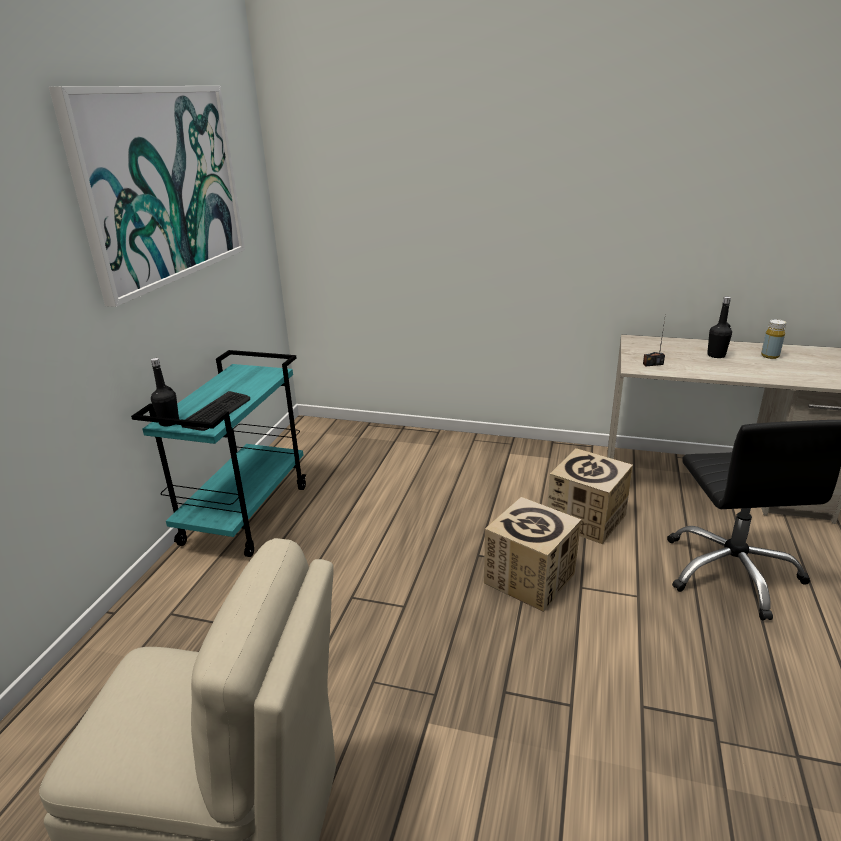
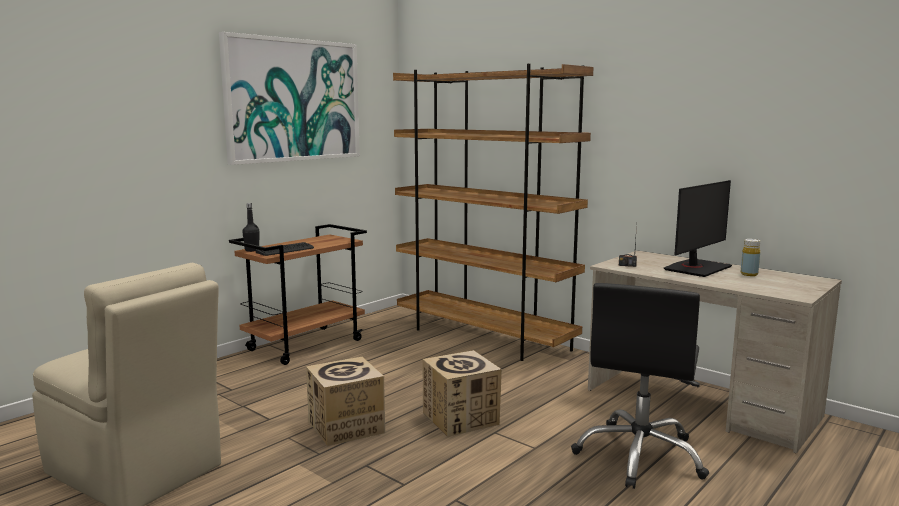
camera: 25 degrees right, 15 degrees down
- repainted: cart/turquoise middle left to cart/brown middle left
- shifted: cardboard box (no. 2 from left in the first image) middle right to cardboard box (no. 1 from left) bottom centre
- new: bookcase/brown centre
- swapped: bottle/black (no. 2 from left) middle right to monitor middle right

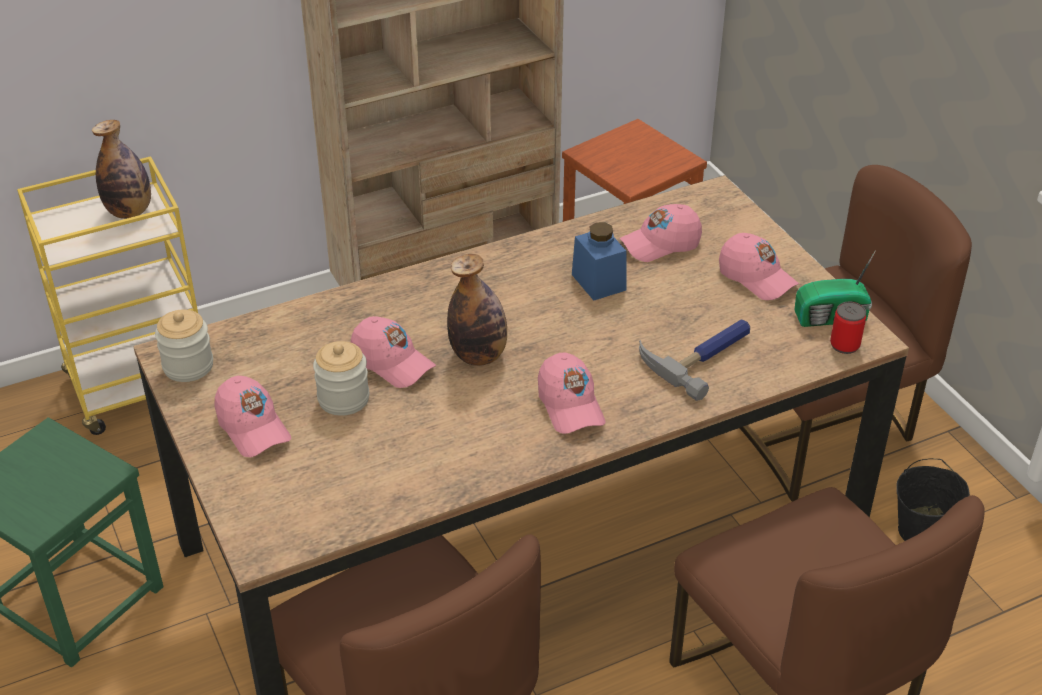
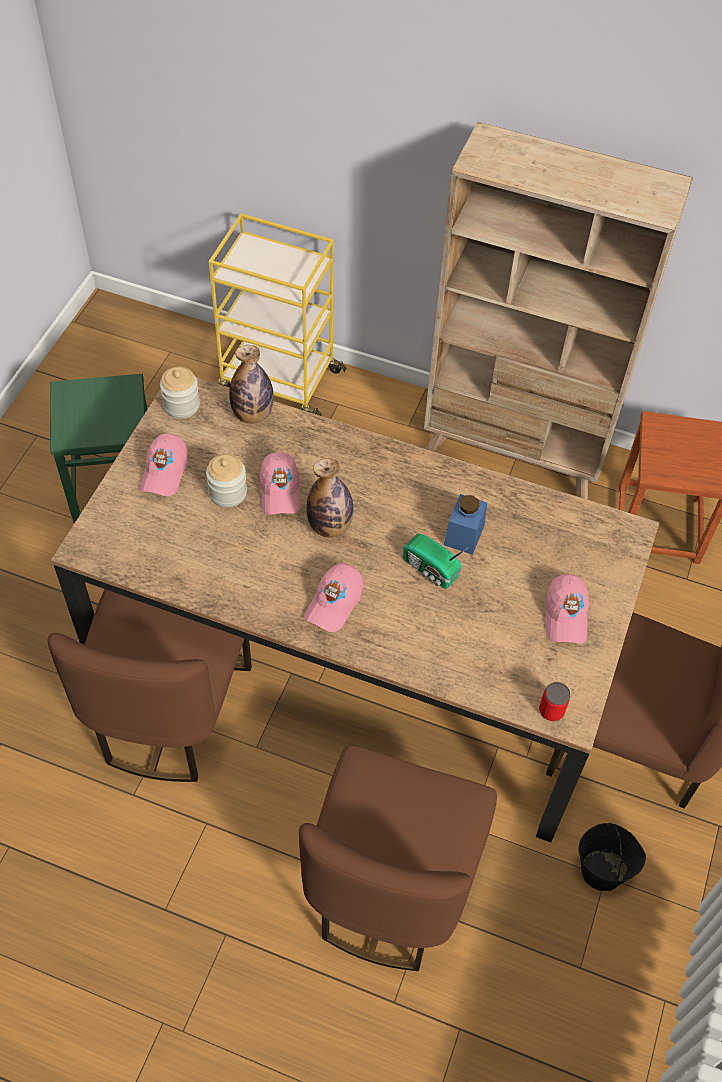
camera: 45 degrees right, 15 degrees up
- shifted: bottle (no. 1 from left) top left to centre
- shifted: radio middle right to centre
- gone: cap/pink (no. 4 from left) centre
- gone: hammer centre

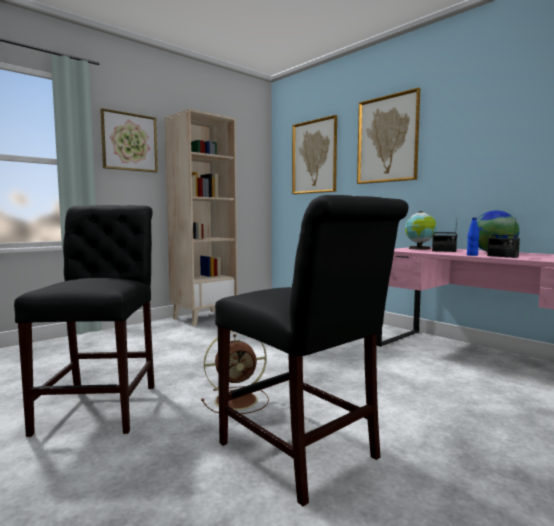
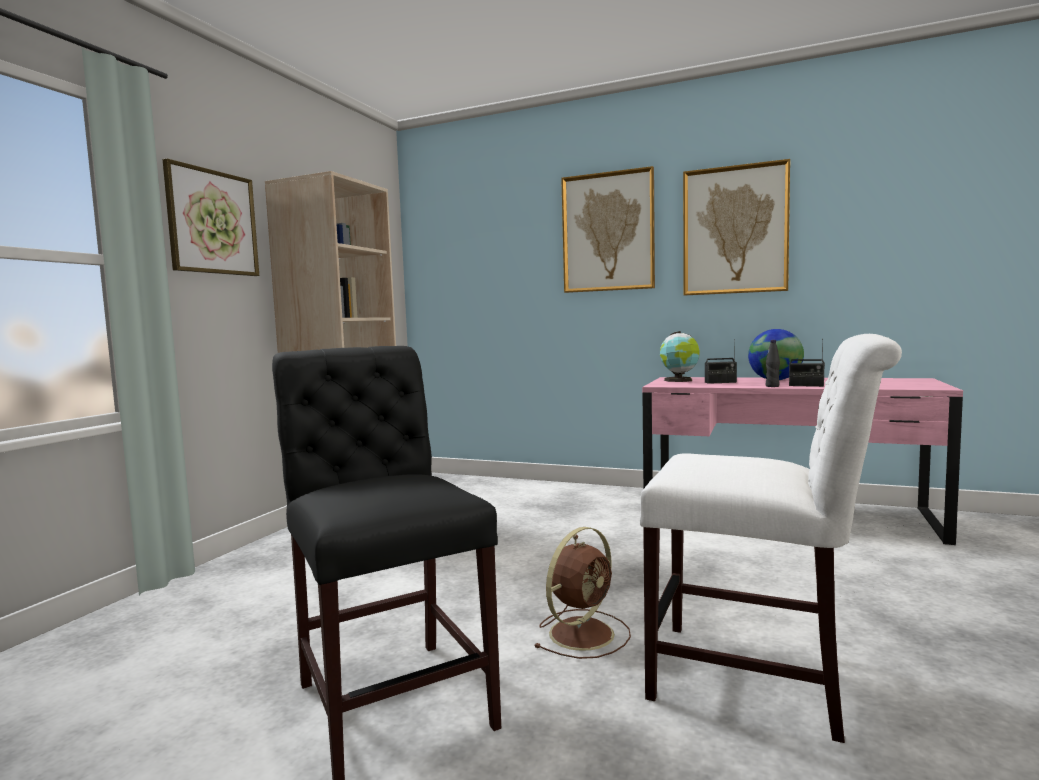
camera: 25 degrees left, 0 degrees up
- repainted: chair/black (no. 2 from left) centre to chair/white bottom right
- shifted: picture (no. 2 from left in the first image) top centre to picture (no. 3 from left) top right
- repainted: bottle/blue middle right to bottle/black middle right

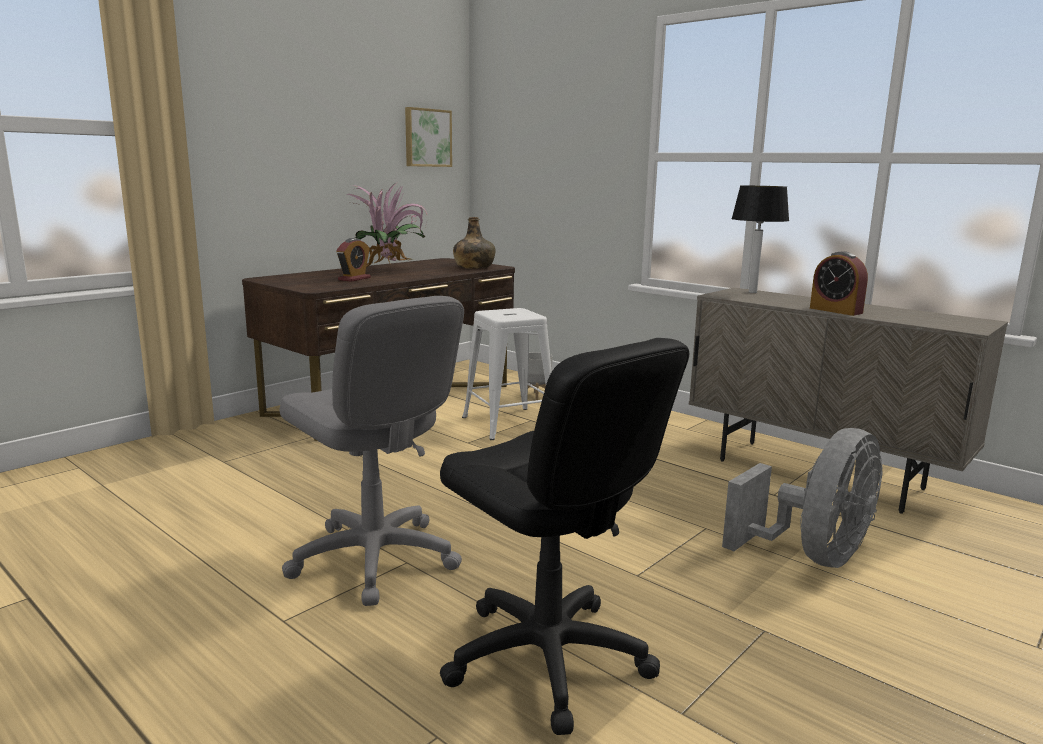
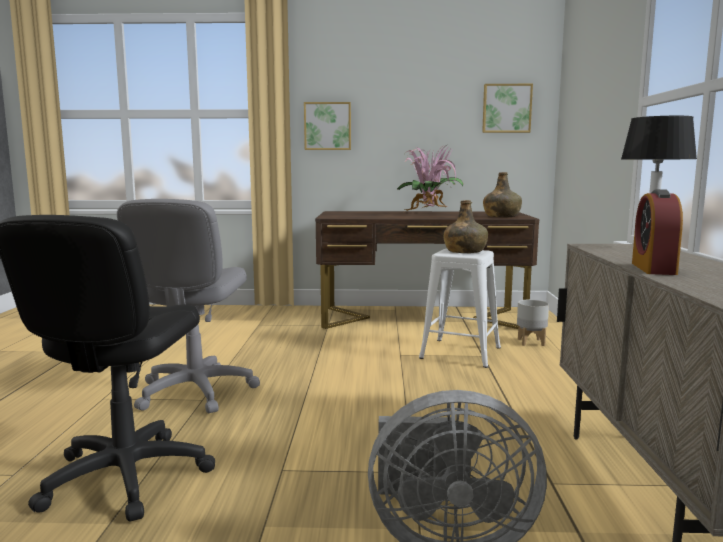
camera: 50 degrees right, 5 degrees down
- new: picture (no. 1 from left) top centre
- new: bottle/green (no. 1 from left) centre
- gone: alarm clock (no. 1 from left) centre

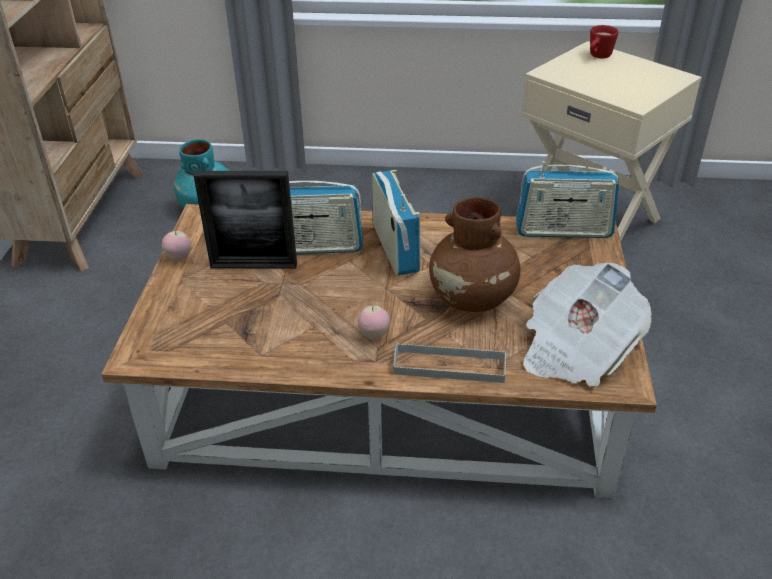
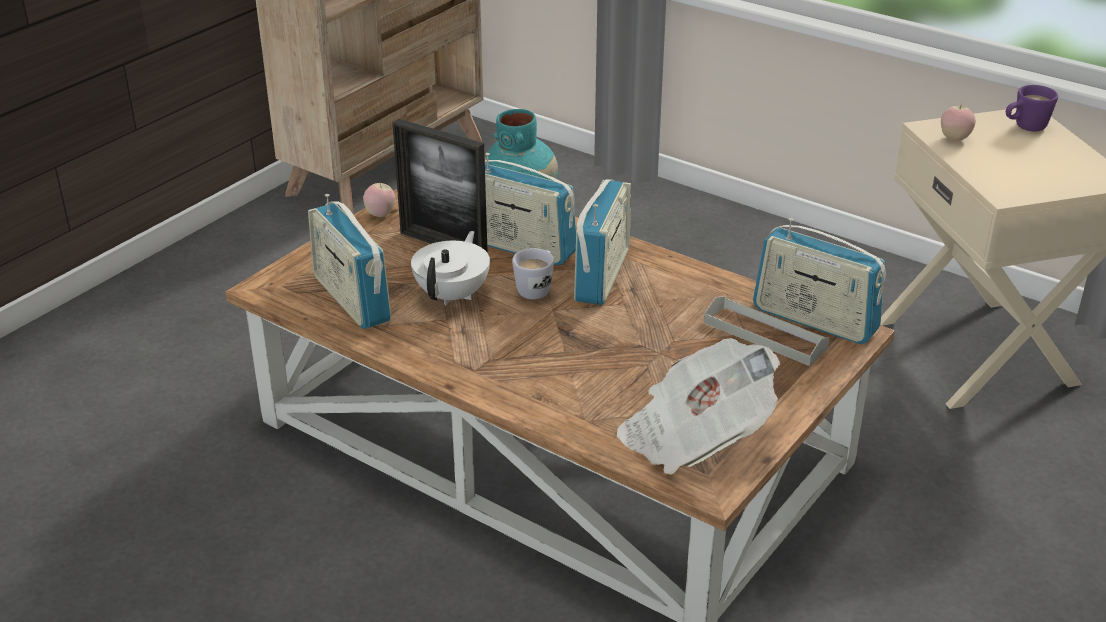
camera: 30 degrees right, 5 degrees down
- new: radio (no. 1 from left) middle left
- new: teapot/white centre
- new: mug/white centre
- shifted: tray/grey centre to middle right
- shifted: apple (no. 2 from left) centre to top right
- repainted: mug/red top right to mug/purple top right
- gone: vase/brown centre

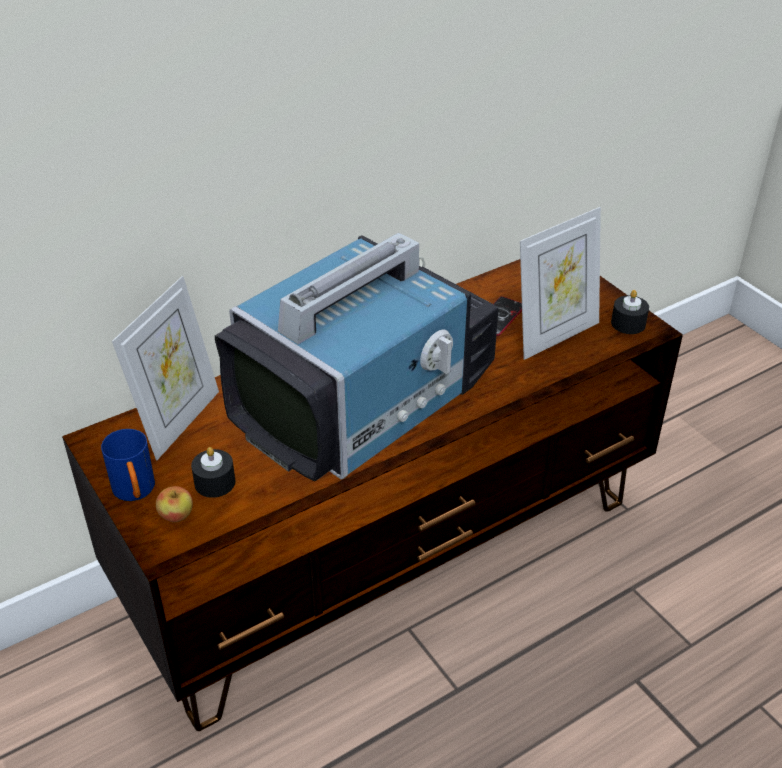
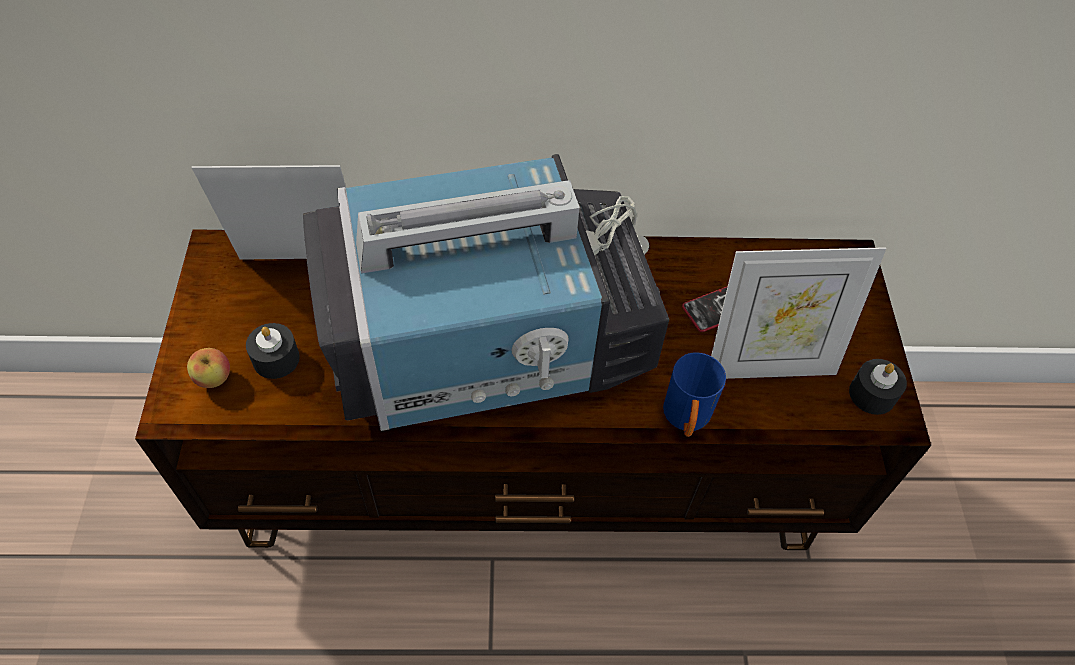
camera: 30 degrees right, 15 degrees up
- rotated: picture frame (no. 1 from left) middle left = top left 150 degrees counterclockwise
- shifted: mug/blue middle left to centre

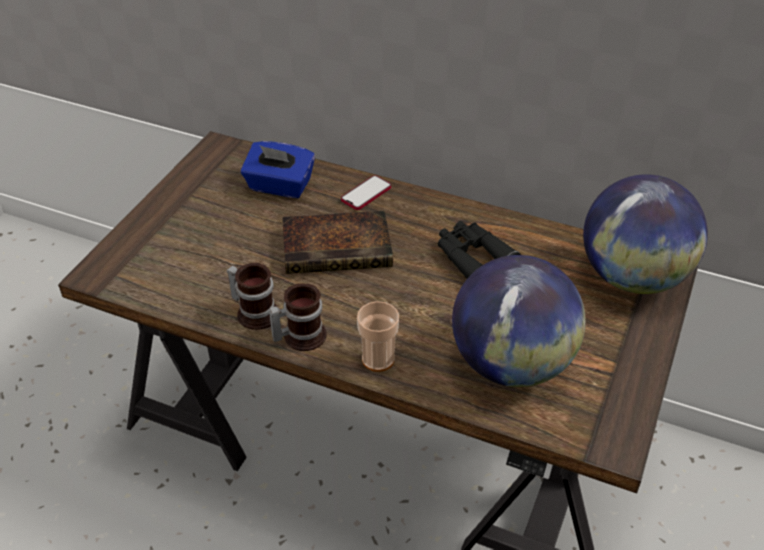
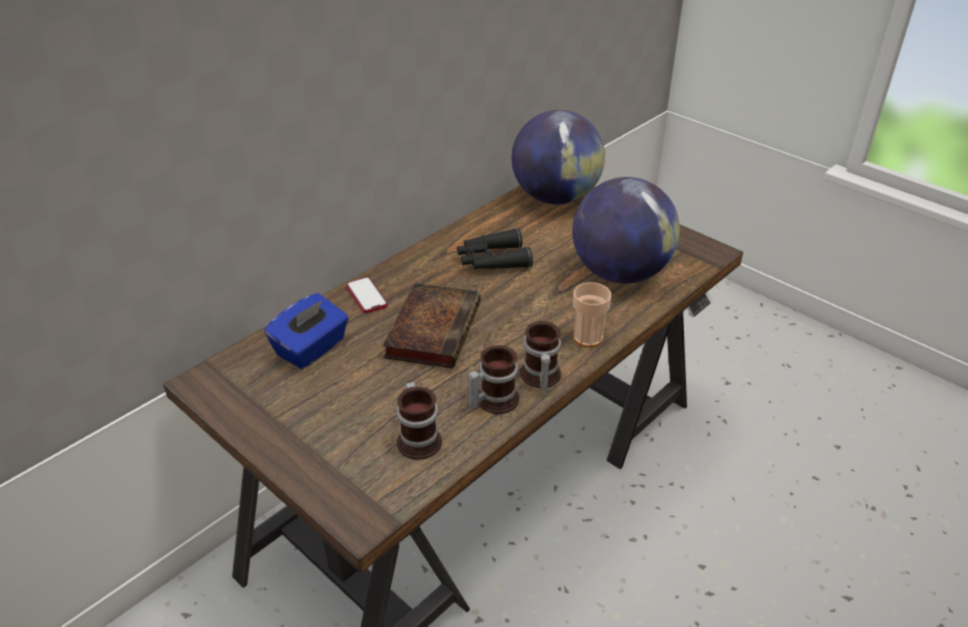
camera: 70 degrees left, 5 degrees down
- new: mug (no. 1 from left) bottom centre

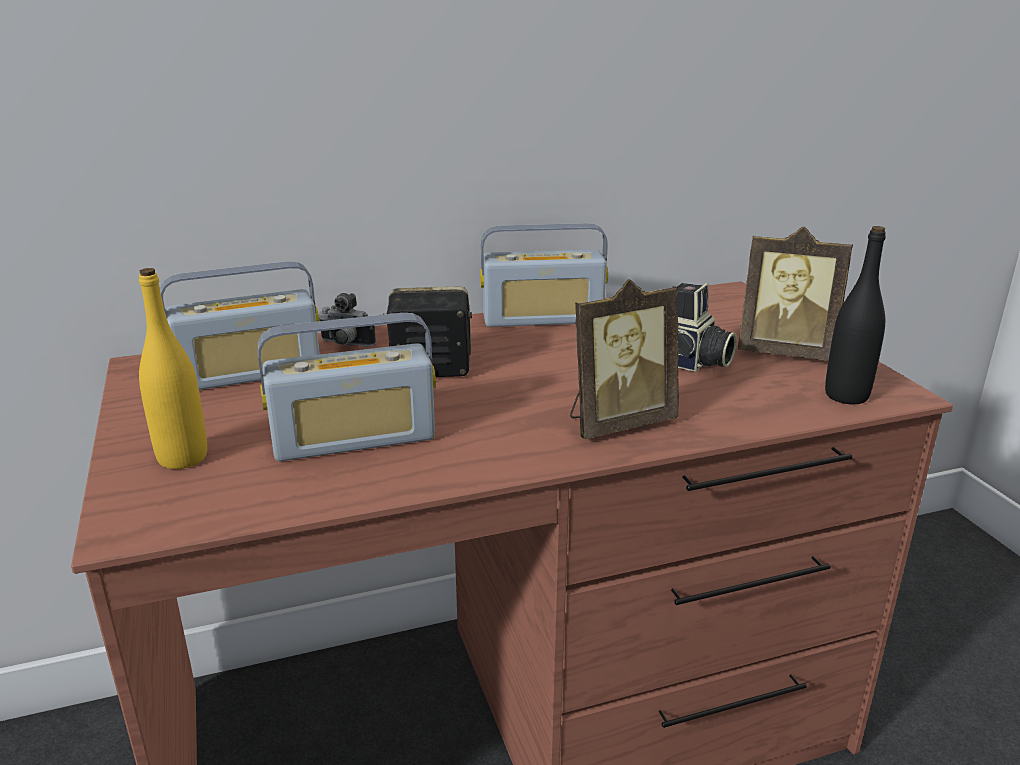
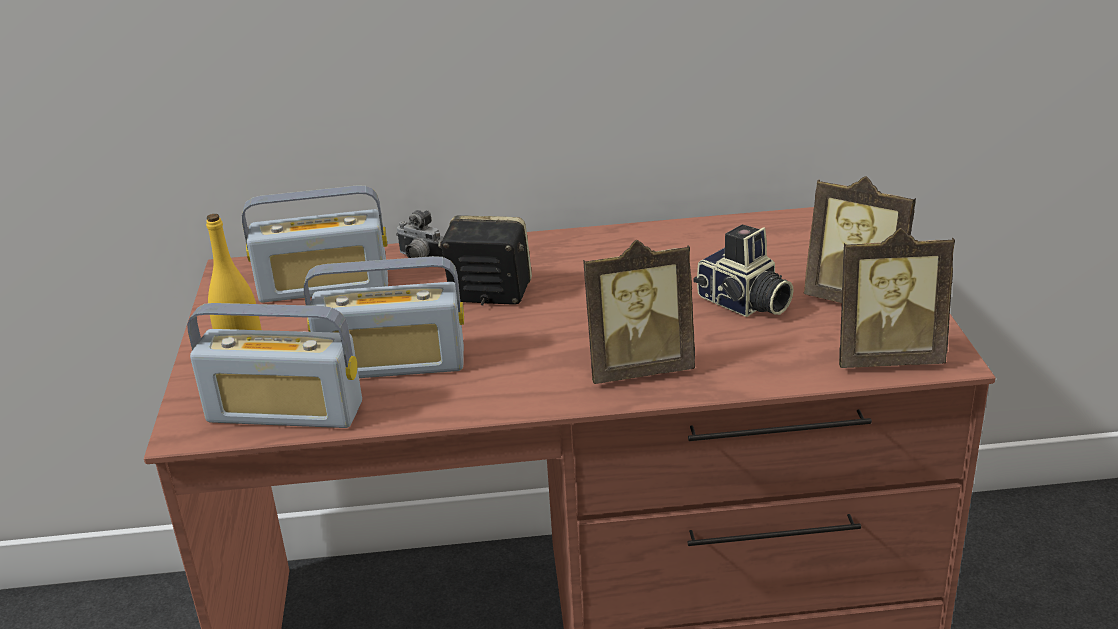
camera: 15 degrees right, 5 degrees up
- shifted: radio (no. 3 from left in the first image) centre to radio (no. 1 from left) middle left
- swapped: bottle/black middle right to picture frame (no. 3 from left) middle right

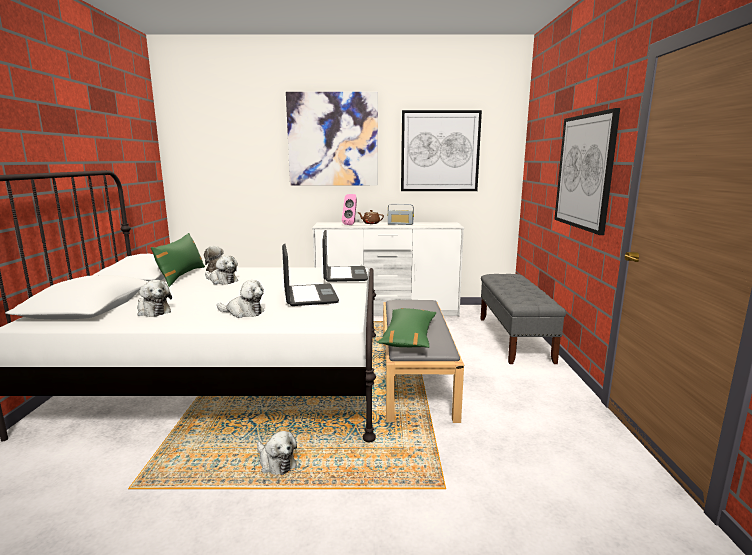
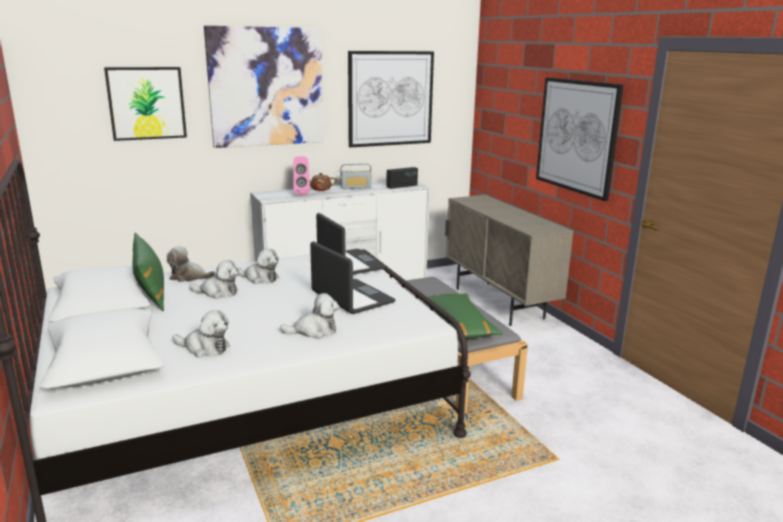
camera: 25 degrees left, 5 degrees up
- new: picture (no. 1 from left) top left
- shifted: plush toy (no. 5 from left in the first image) bottom centre to plush toy (no. 4 from left) middle left
- new: radio (no. 2 from left) centre
- swapped: bench/grey (no. 2 from left) middle right to cabinet/beige centre

